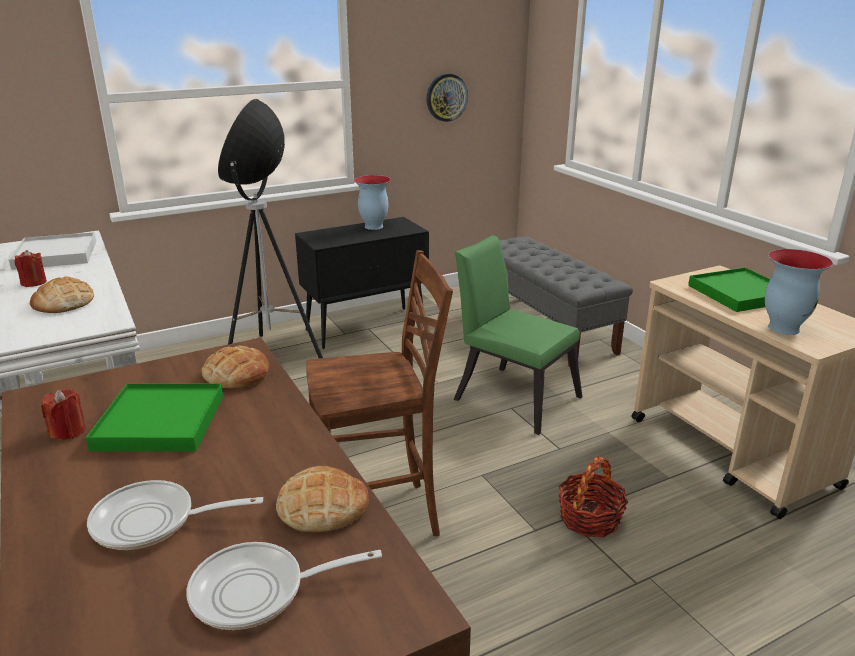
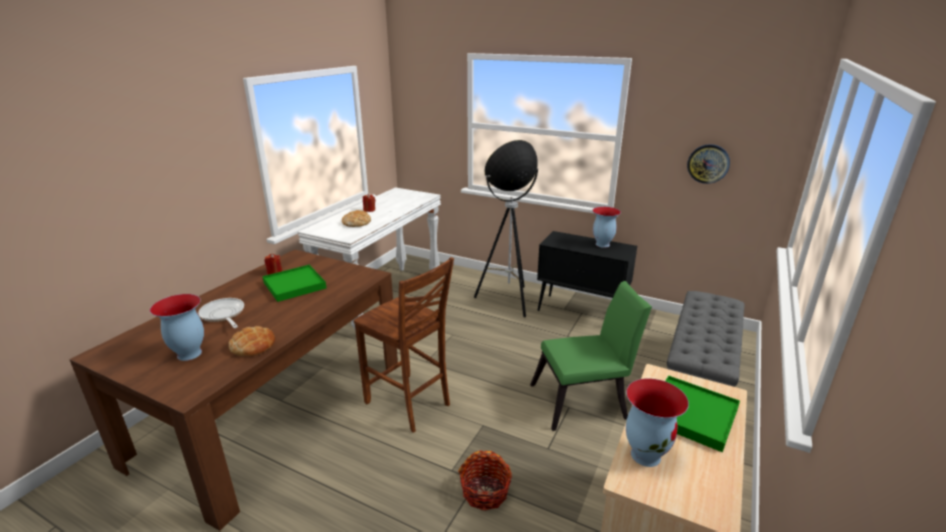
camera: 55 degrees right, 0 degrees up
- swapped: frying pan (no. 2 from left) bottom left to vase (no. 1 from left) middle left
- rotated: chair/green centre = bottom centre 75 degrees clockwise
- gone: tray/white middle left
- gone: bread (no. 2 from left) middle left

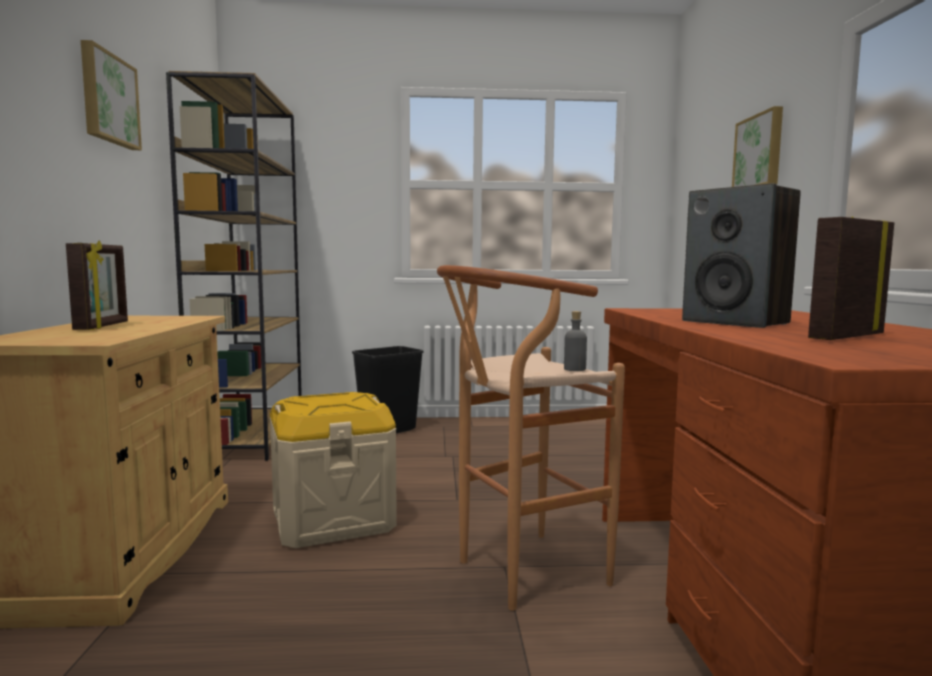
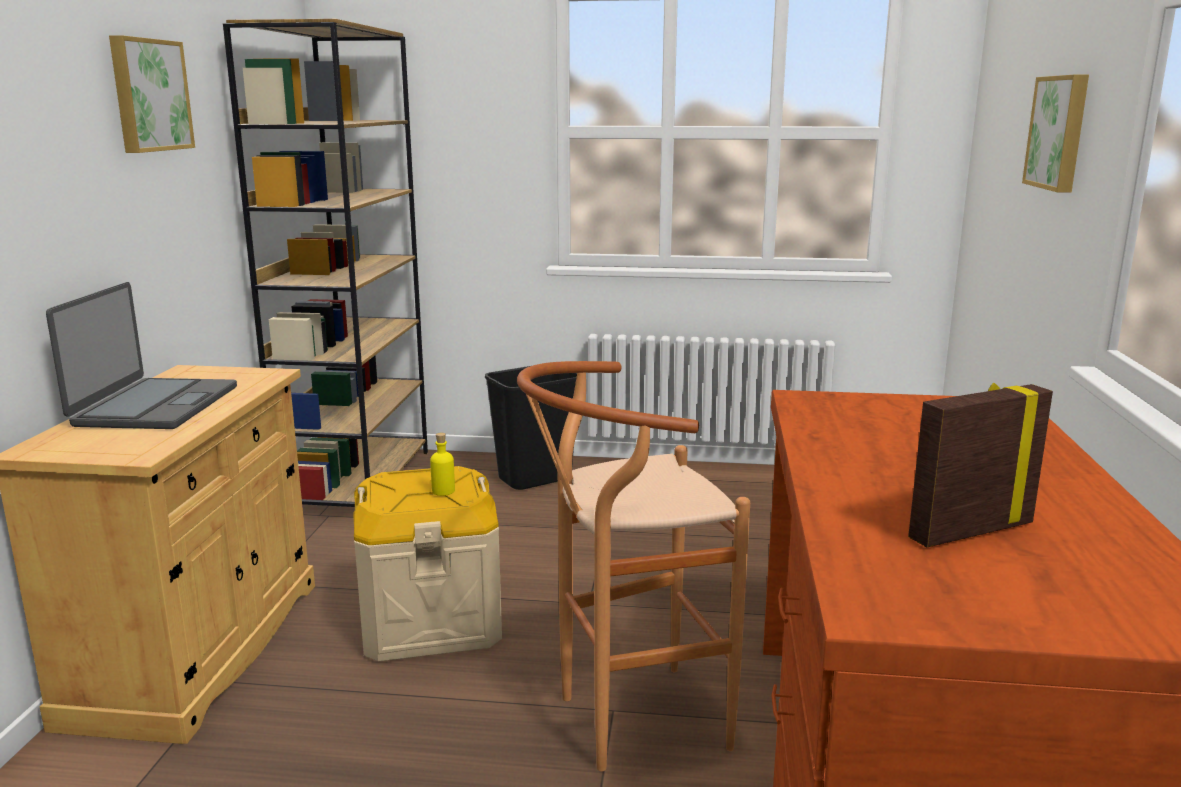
camera: 10 degrees right, 10 degrees up
- swapped: picture frame (no. 1 from left) middle left to laptop middle left
- new: bottle/yellow centre
- gone: bottle/grey centre
- gone: speaker middle right

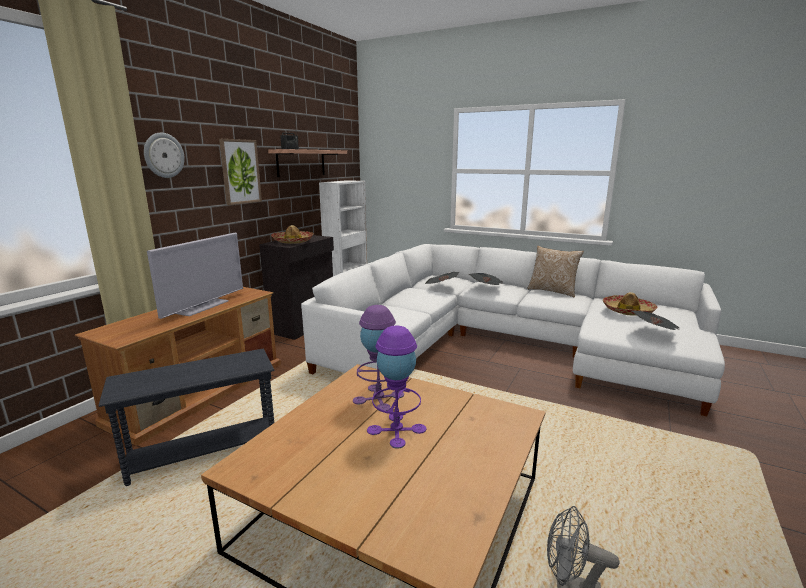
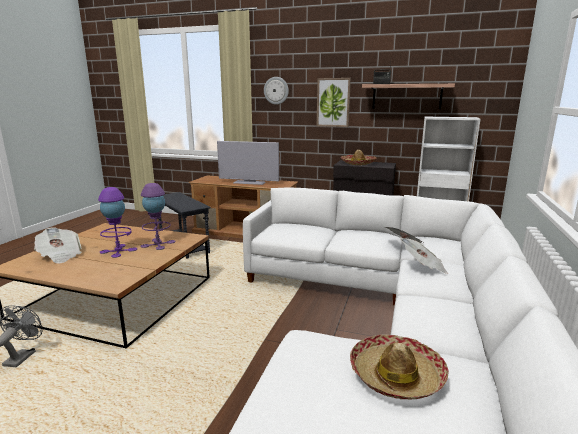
camera: 80 degrees right, 0 degrees up
- shifted: newspaper (no. 3 from left in the first image) middle right to newspaper (no. 1 from left) middle left
- gone: pillow middle right

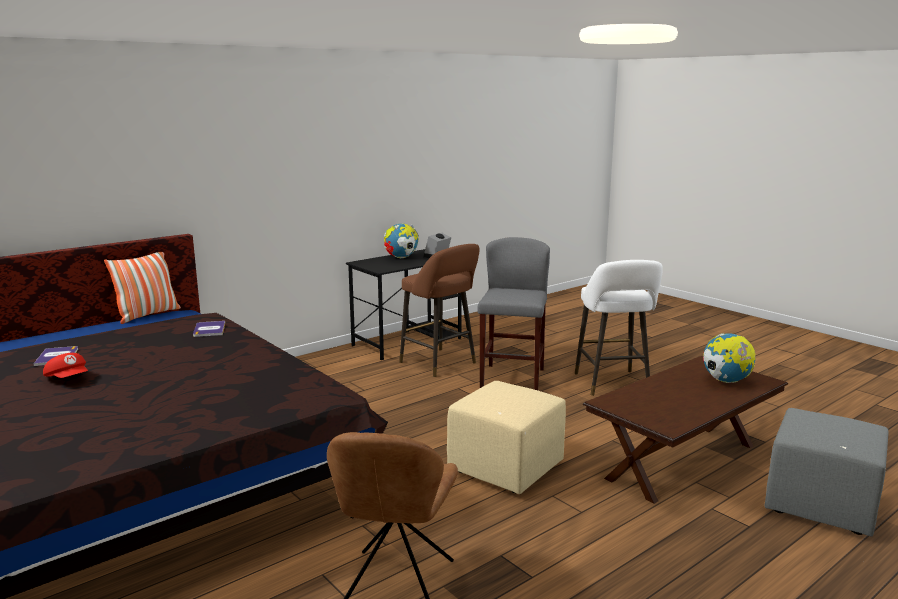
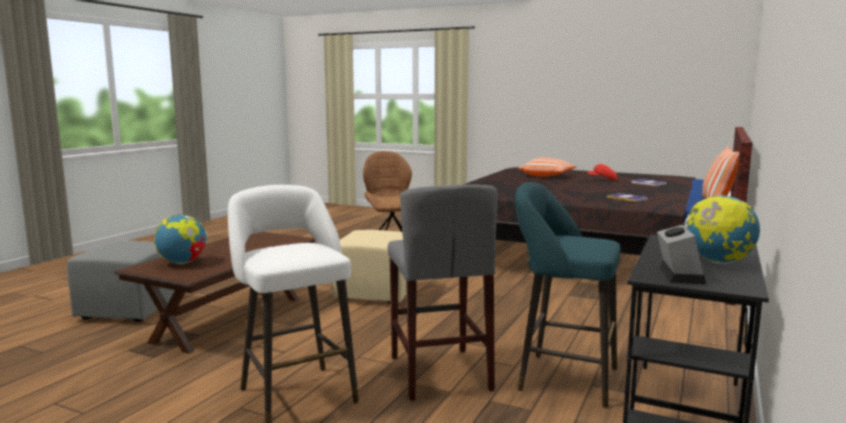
camera: 155 degrees right, 5 degrees down
- repainted: stool/brown centre to stool/turquoise bottom right
- new: pillow (no. 1 from left) centre

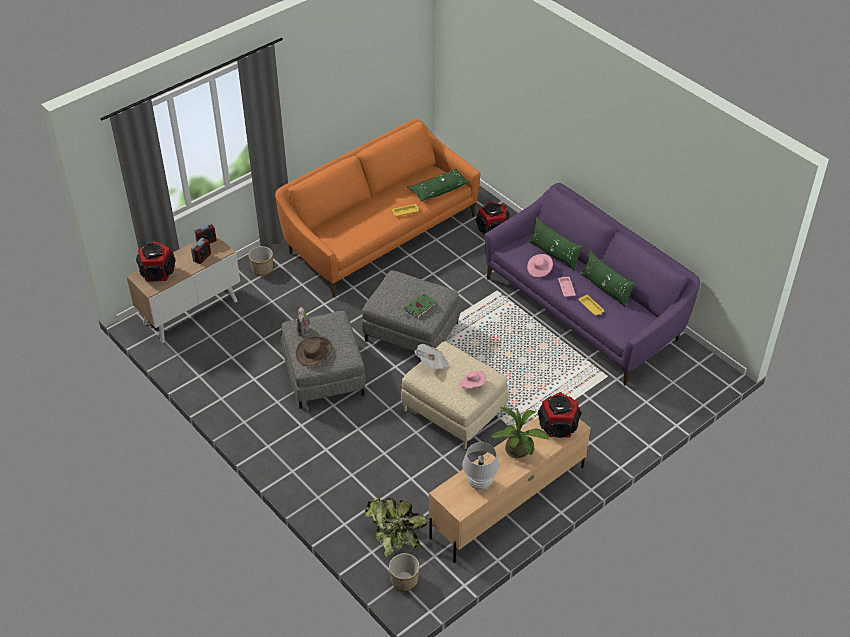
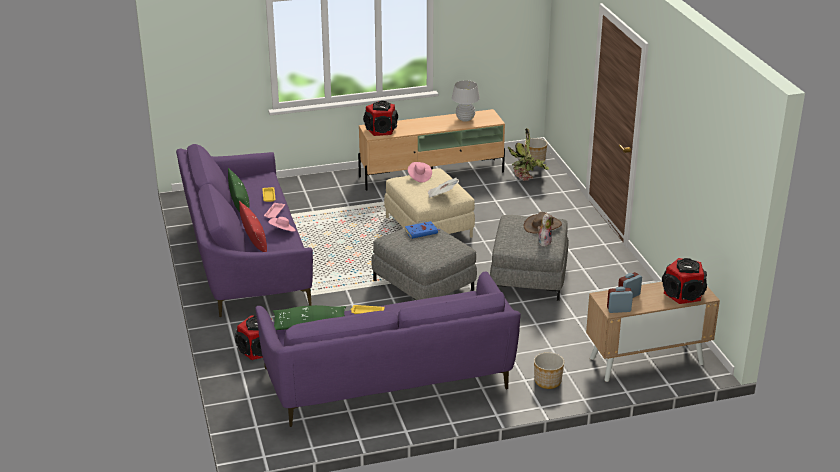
camera: 155 degrees left, 15 degrees down
- repainted: pillow/green (no. 2 from left) centre to pillow/red middle left
- repainted: sofa/orange top centre to sofa/purple (no. 2 from left) bottom centre
- repainted: book/green centre to book/blue centre
- gone: potted plant (no. 2 from left) bottom centre

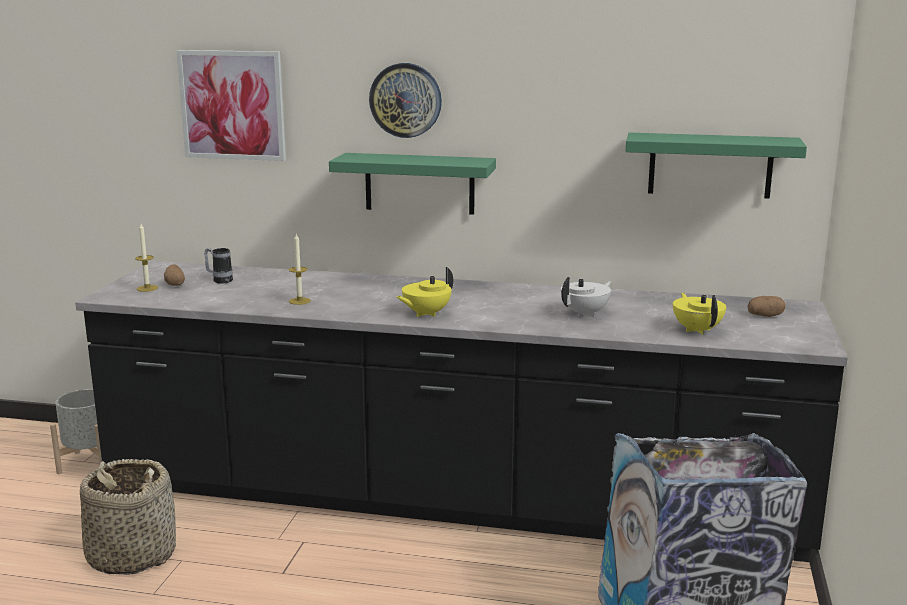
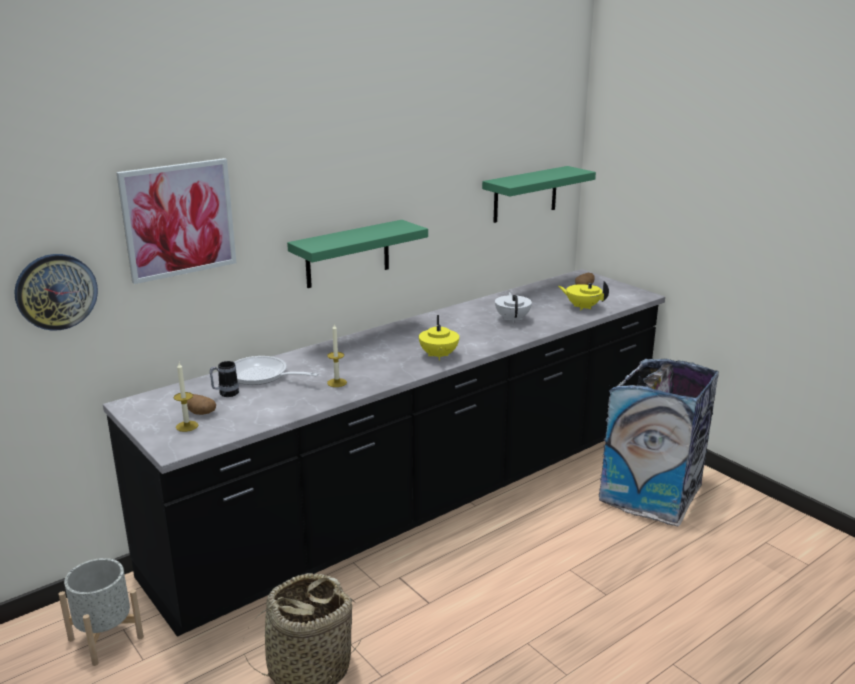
camera: 50 degrees left, 5 degrees up
- shifted: wall clock top centre to middle left
- new: frying pan middle left

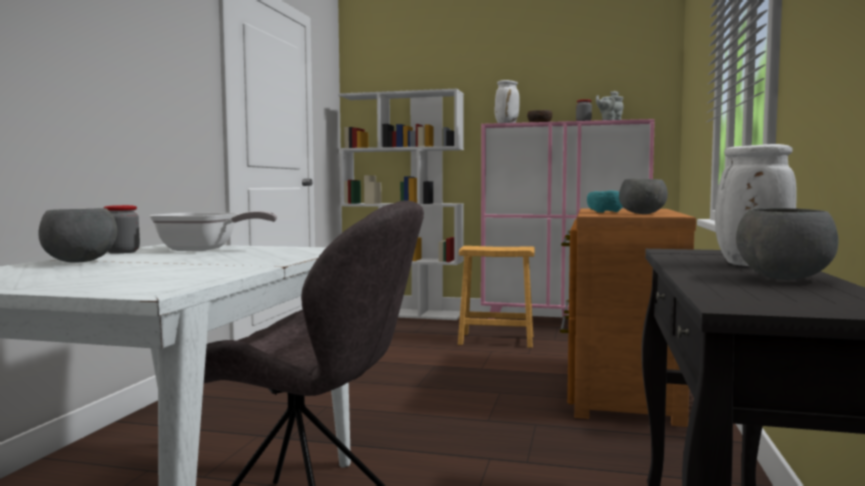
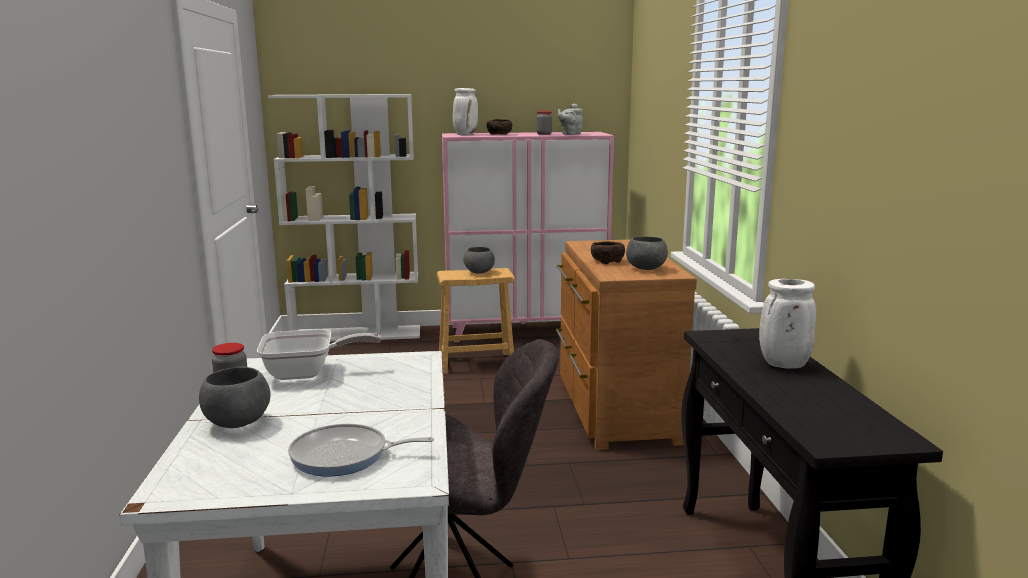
camera: 20 degrees left, 10 degrees up
- new: frying pan (no. 2 from left) bottom centre
- shifted: bowl/grey (no. 3 from left in the first image) middle right to bowl/grey (no. 2 from left) centre
- repainted: bowl/turquoise middle right to bowl/brown (no. 2 from left) centre

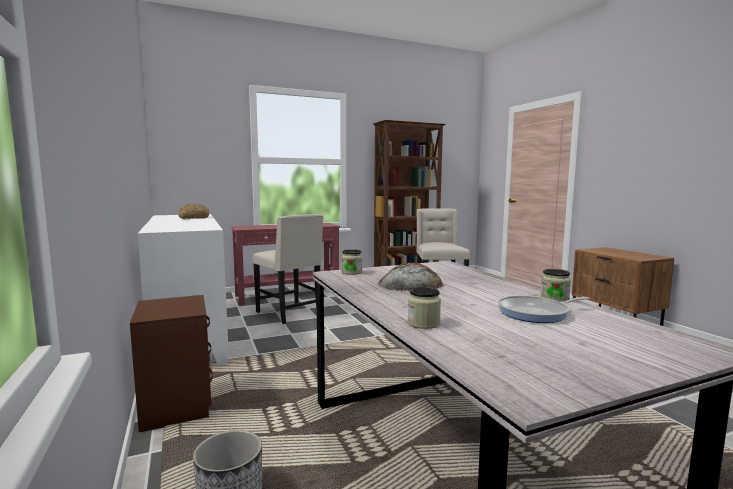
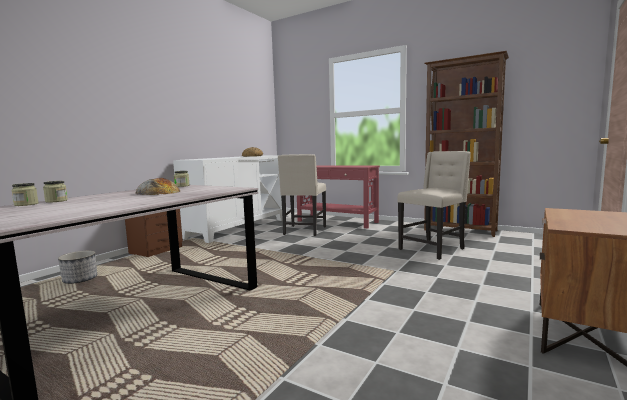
camera: 55 degrees right, 0 degrees up
- shifted: jar (no. 3 from left in the first image) middle right to jar (no. 1 from left) middle left
- gone: frying pan middle right

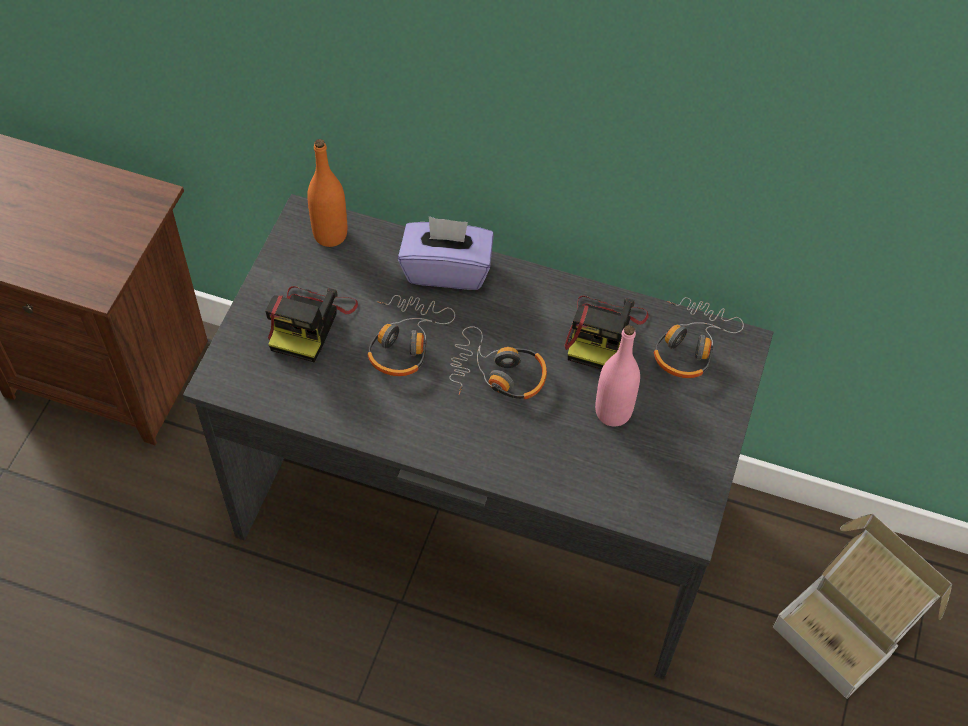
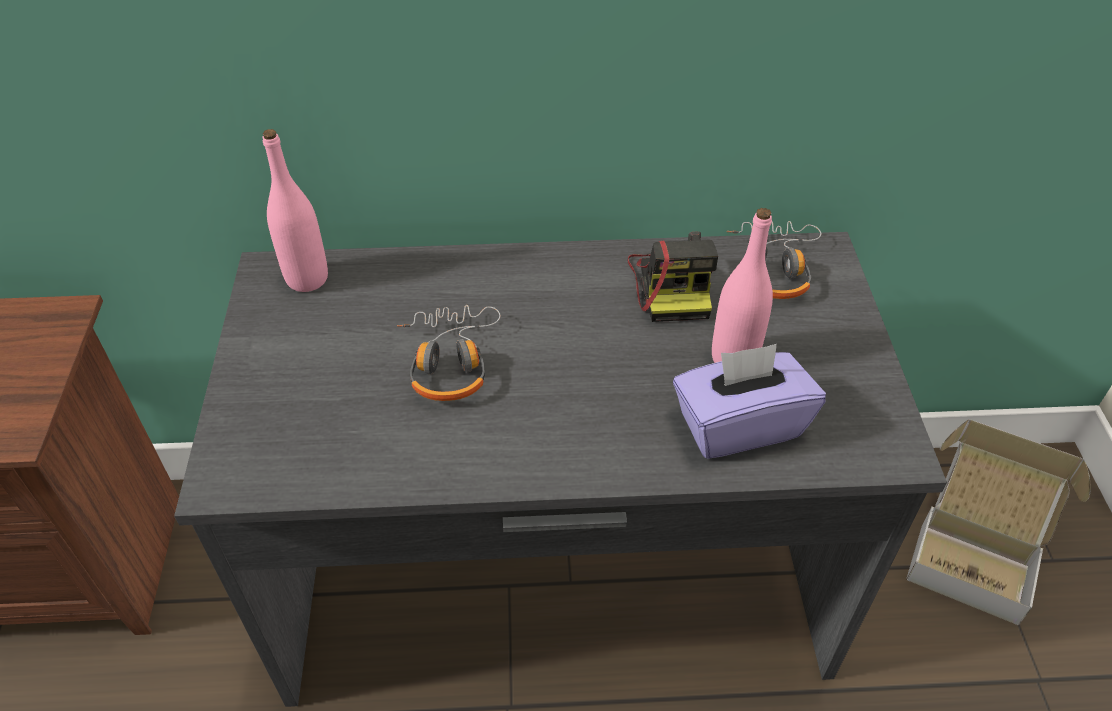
camera: 20 degrees left, 10 degrees down
- repainted: bottle/orange top centre to bottle/pink (no. 1 from left) top left
- shifted: tissue box/purple centre to middle right
- gone: photo camera (no. 1 from left) middle left
- gone: headphones (no. 2 from left) centre

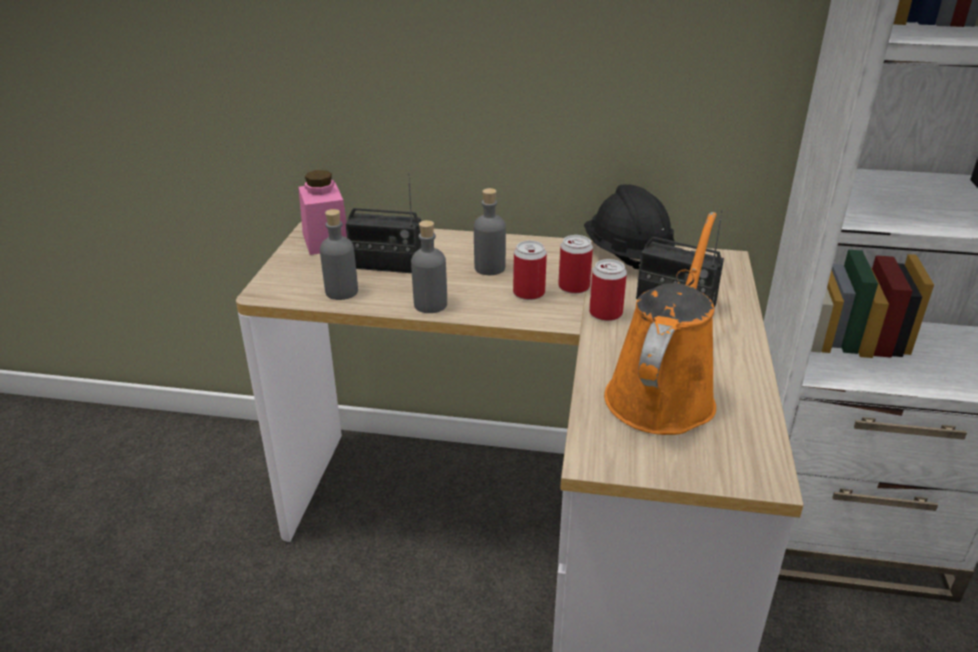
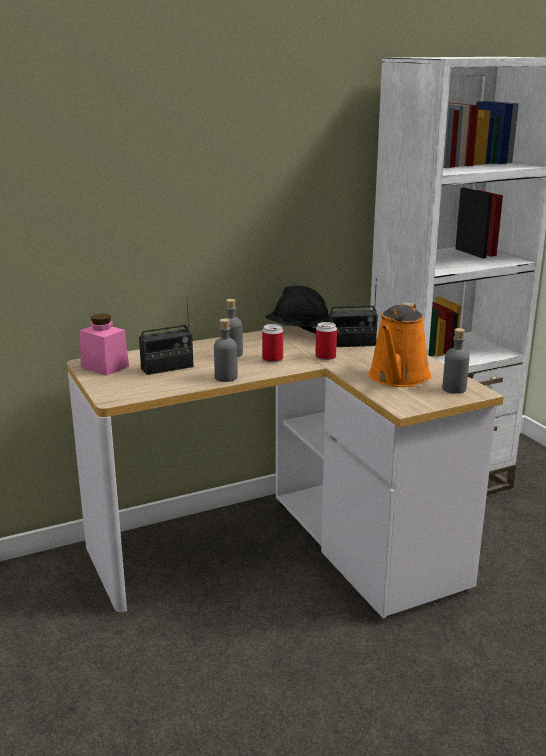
camera: 35 degrees left, 10 degrees down
- rotated: watering can/orange middle right = middle right 150 degrees counterclockwise
- shifted: bottle/grey (no. 1 from left in the first image) centre to bottle/grey (no. 3 from left) middle right
- gone: can (no. 2 from left) centre

